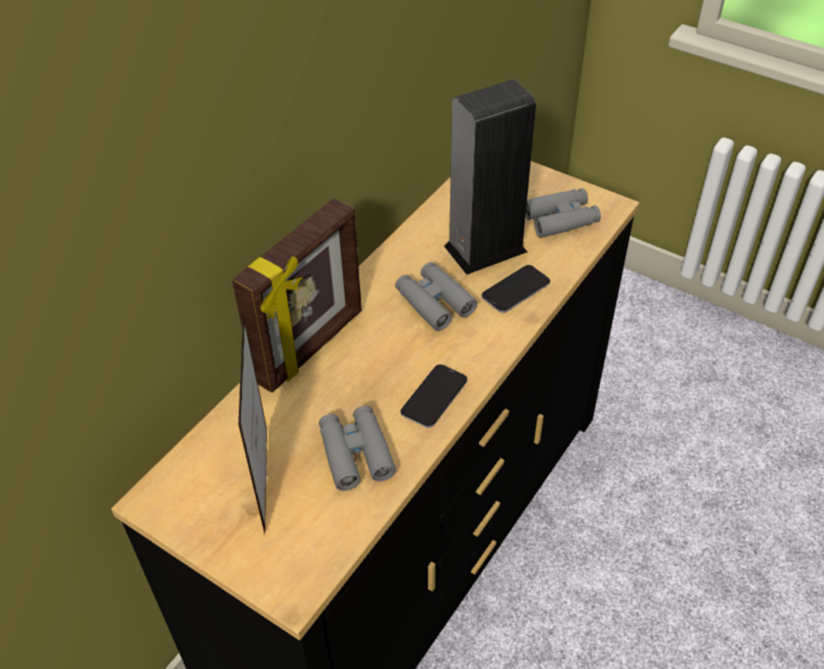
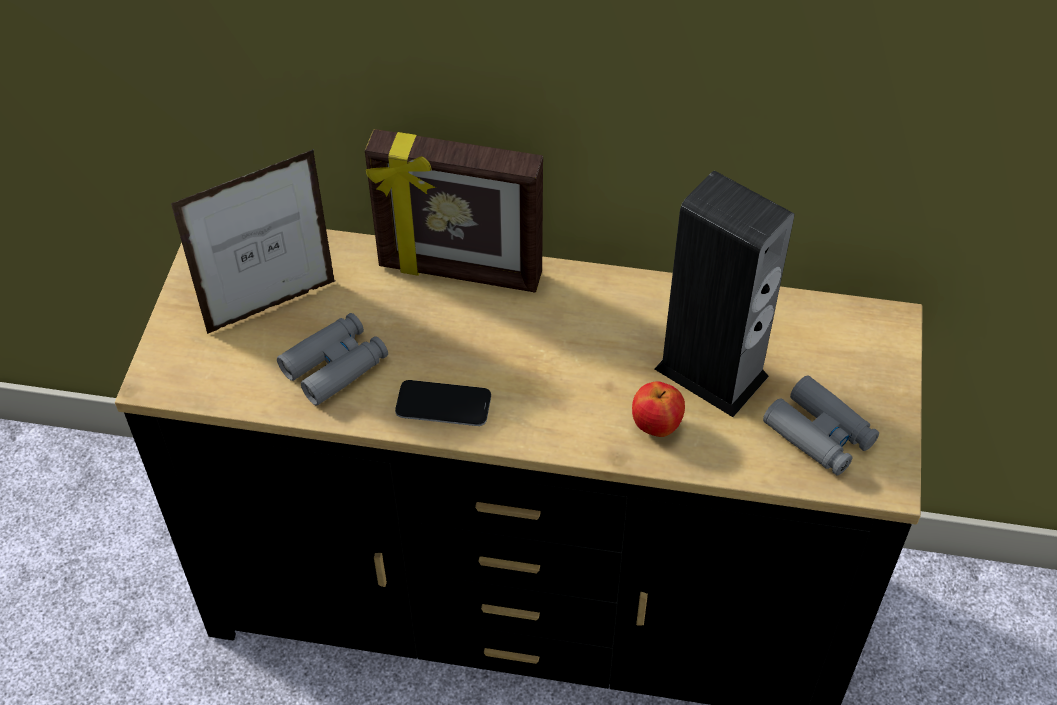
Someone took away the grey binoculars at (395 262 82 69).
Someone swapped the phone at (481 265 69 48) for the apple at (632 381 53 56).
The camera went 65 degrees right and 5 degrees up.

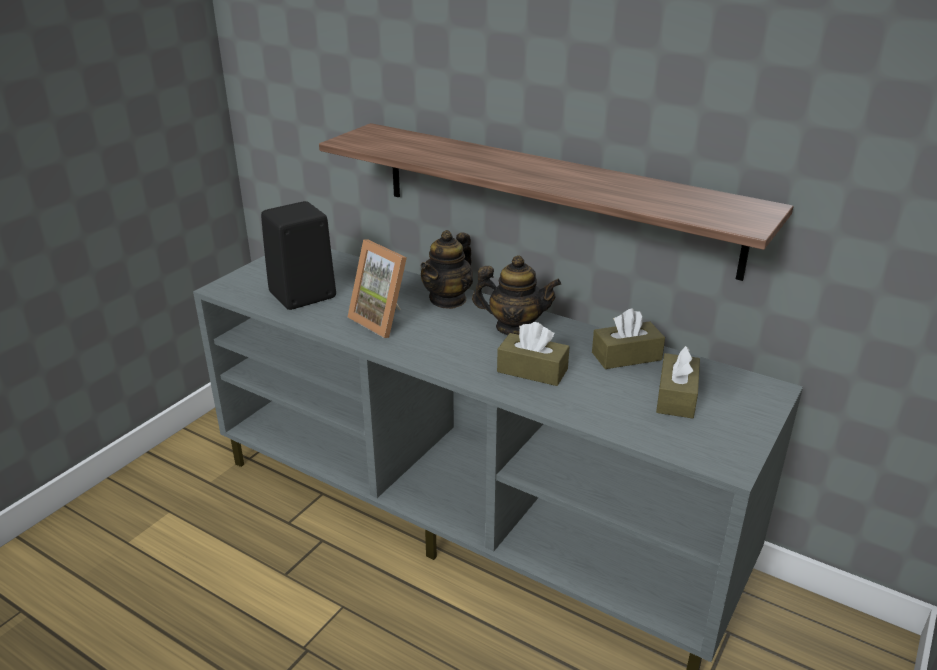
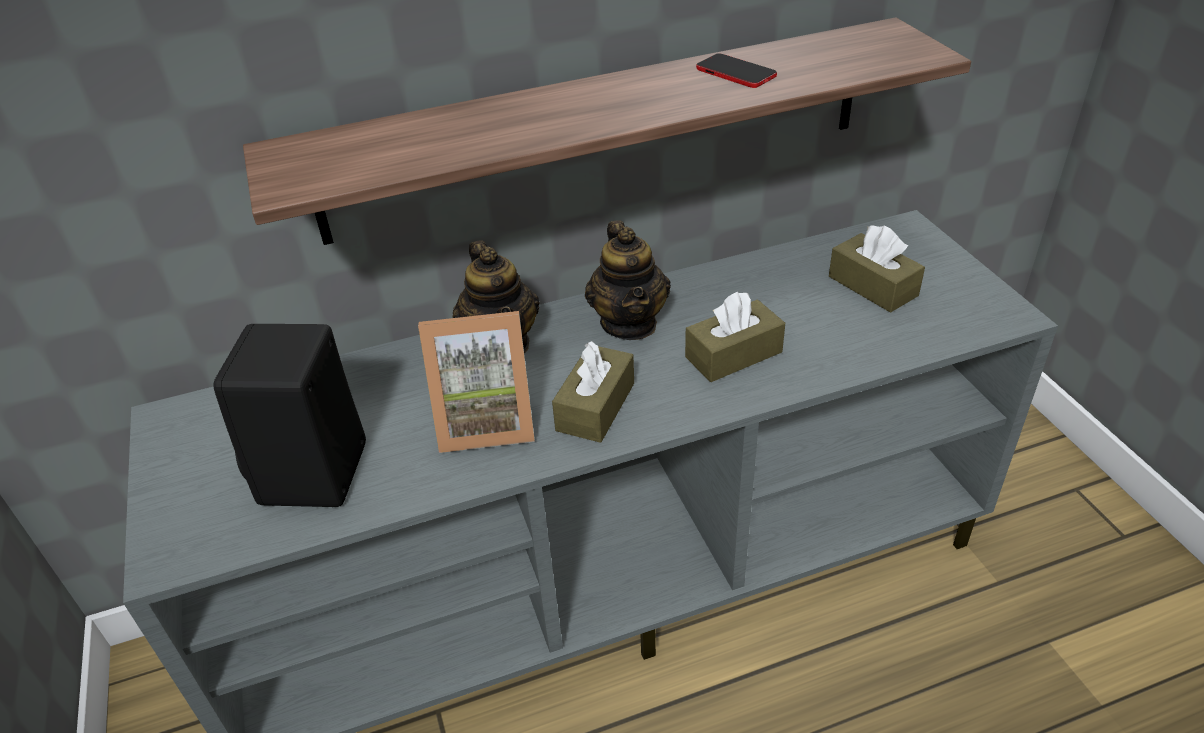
Someone put down the phone at (696 53 81 35).
Someone carried the brown tissue box from (592 308 73 61) to (552 341 82 102).
Someone rotated the teapot at (472 255 89 80) by 120 degrees clockwise.
The camera went 50 degrees left and 10 degrees up.

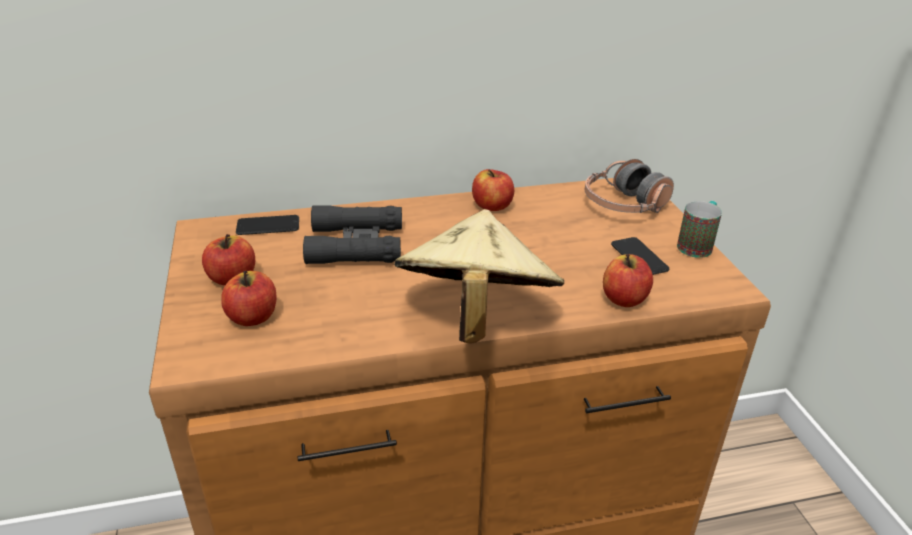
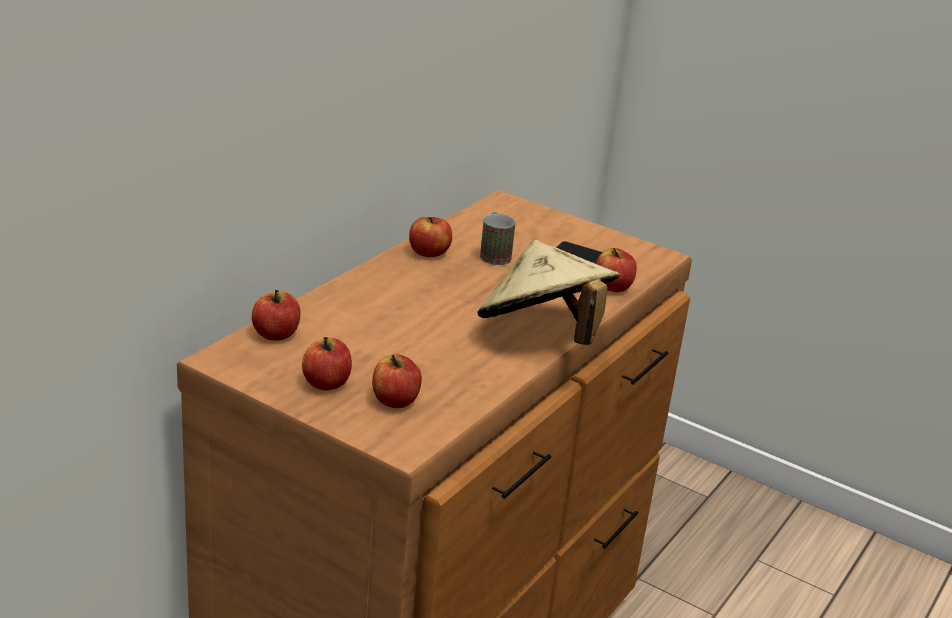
Someone took away the black binoculars at (303 205 99 59).
Someone took away the headphones at (585 159 89 54).
Someone carried the mug from (677 201 45 57) to (480 212 35 53).
Someone swapped the phone at (236 215 63 20) for the apple at (252 290 48 50).
The camera went 45 degrees left and 5 degrees down.

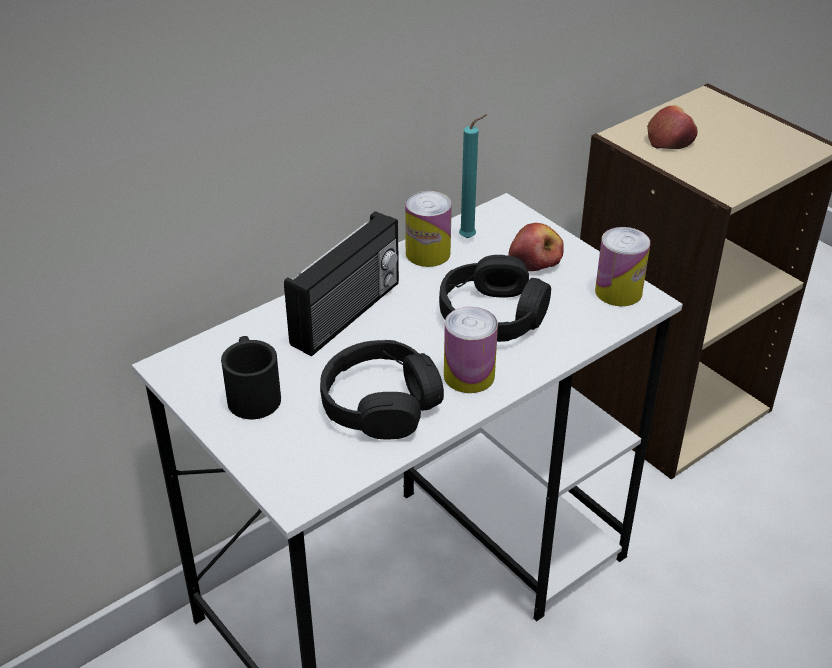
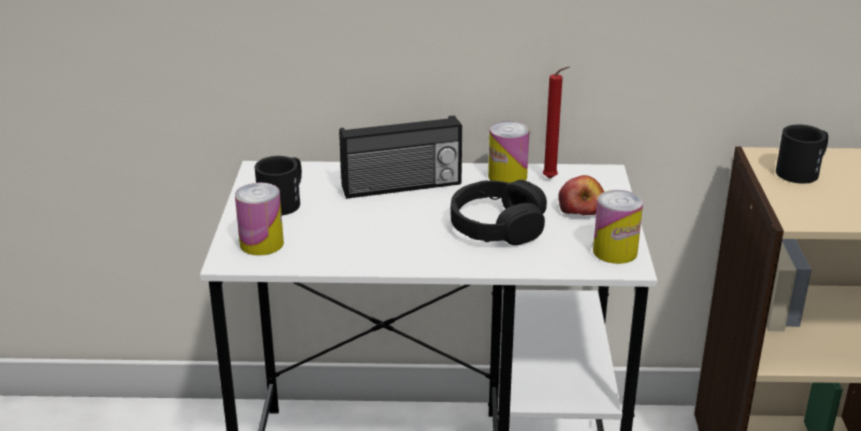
Someone took away the black headphones at (320 340 124 99).
Someone carried the can from (444 307 54 86) to (235 182 49 74).
Someone swapped the apple at (647 105 51 44) for the black mug at (776 124 52 60).
Someone repainted the turquoise candle at (459 114 27 124), which became the red candle at (543 66 26 113).
The camera went 40 degrees right and 10 degrees down.

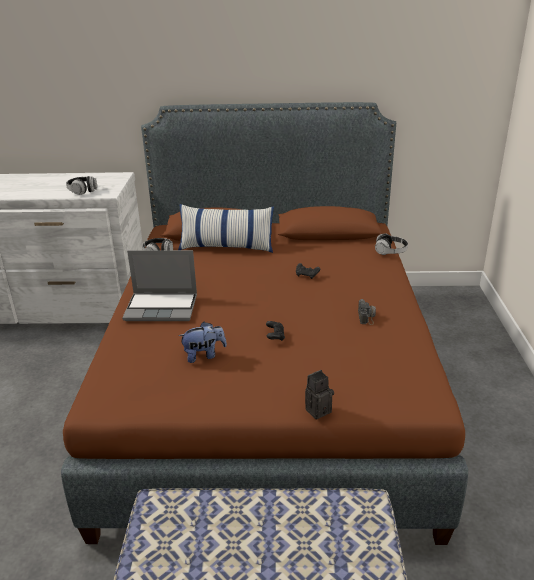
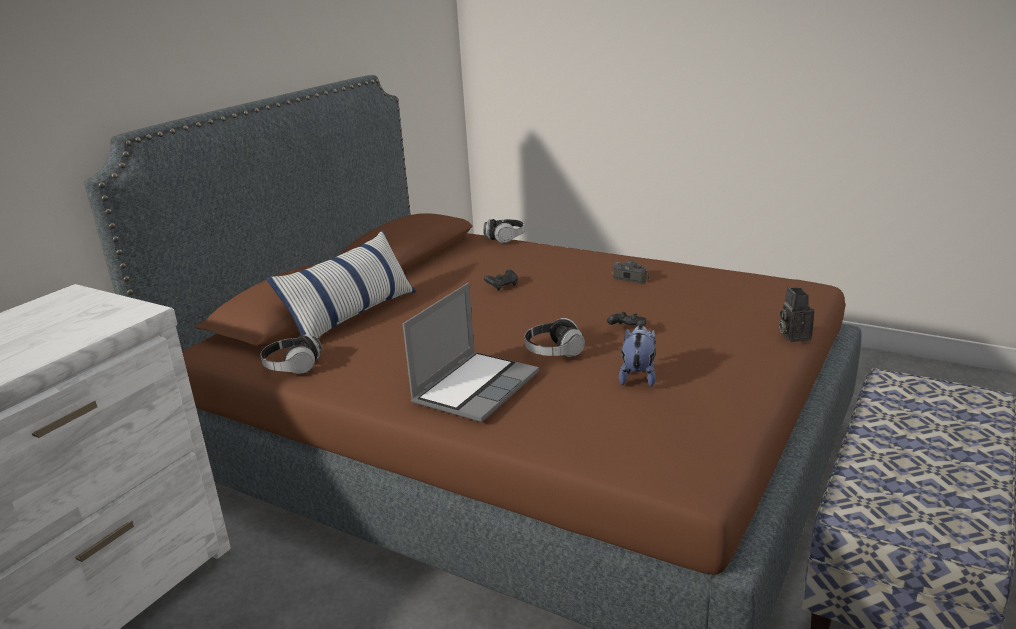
Someone carried the headphones from (66 176 31 19) to (525 318 60 39).
The camera went 60 degrees left and 5 degrees down.

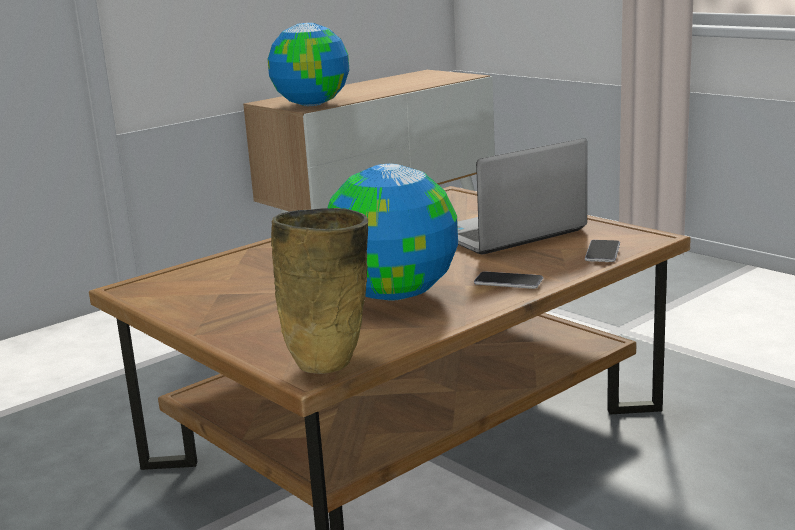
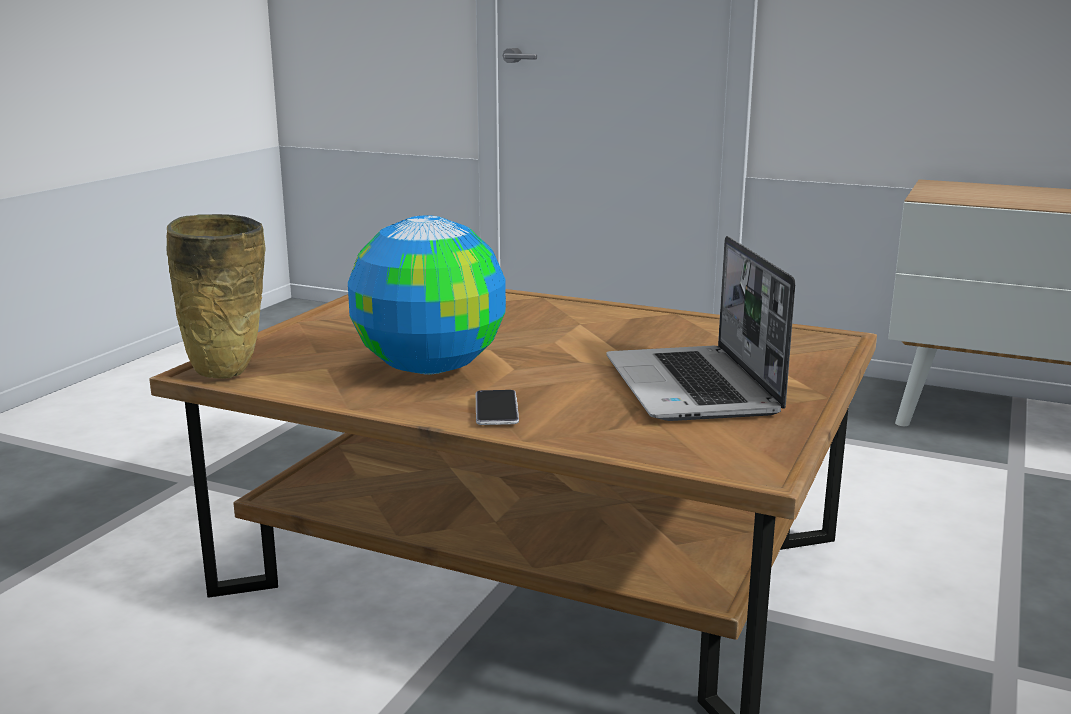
Someone took away the globe at (267 23 82 83).
Someone took away the phone at (585 240 35 22).
Someone rotated the laptop at (457 138 130 116) by 135 degrees counterclockwise.
The camera went 65 degrees right and 0 degrees up.

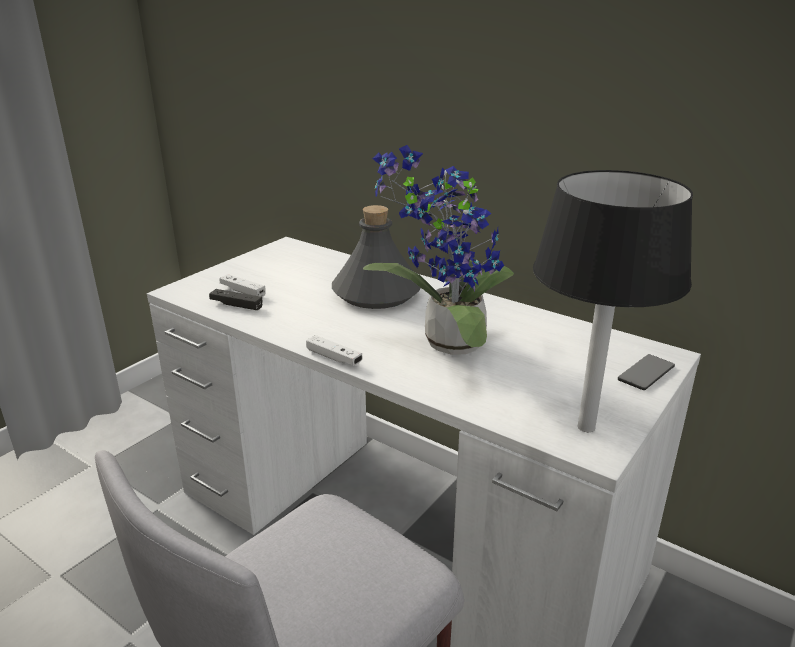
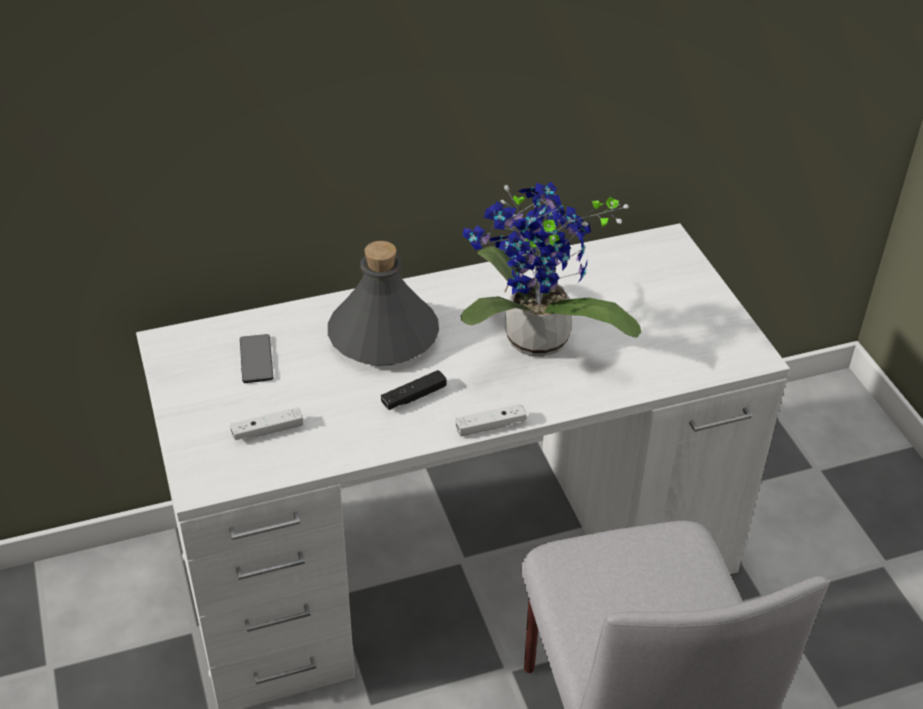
Someone took away the black table lamp at (533 170 160 262).
Someone carried the black game controller from (209 289 54 21) to (381 370 66 40).
Someone carried the phone from (618 354 57 36) to (240 334 33 49).
The camera went 55 degrees left and 15 degrees up.

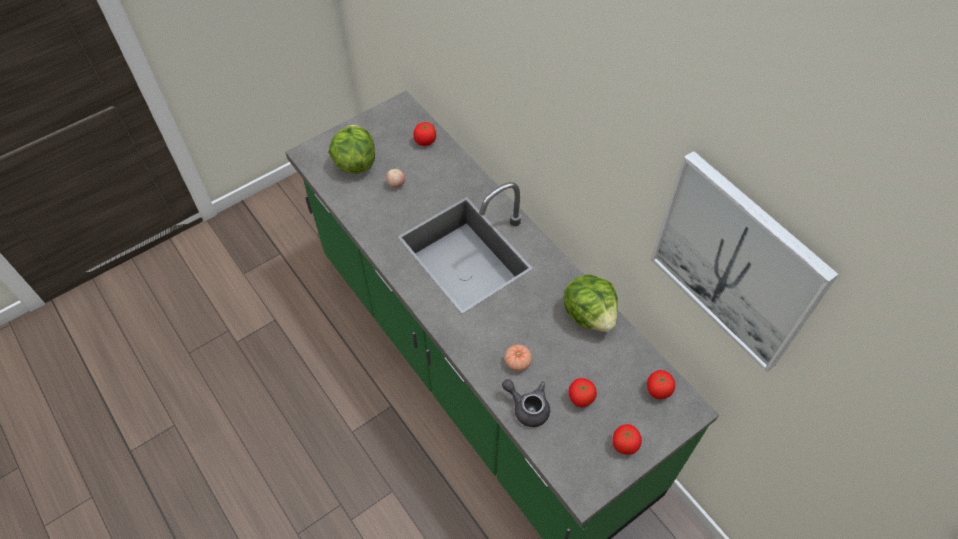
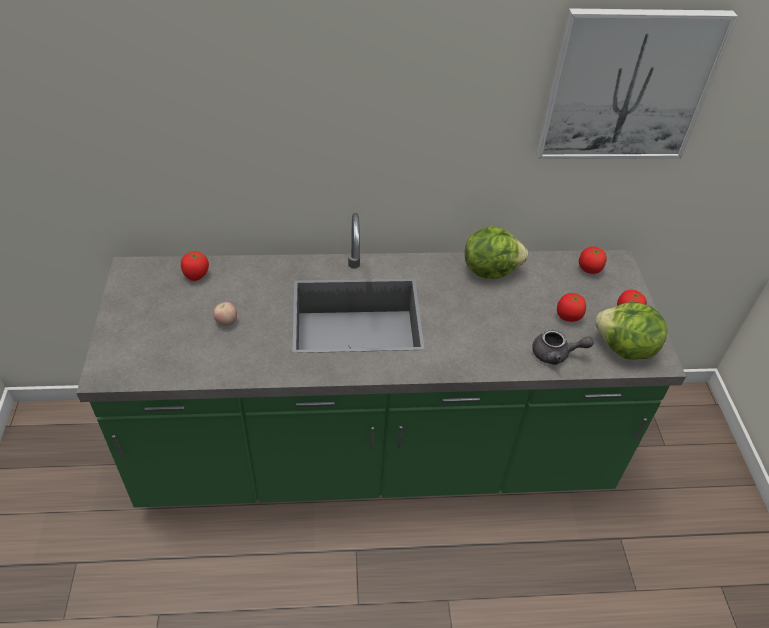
Someone took away the tomato at (505 344 27 27).
Someone carried the lettuce from (329 125 46 49) to (595 302 72 58).
Someone rotated the grey teapot at (502 379 48 48) by 150 degrees counterclockwise.
The camera went 60 degrees left and 10 degrees down.

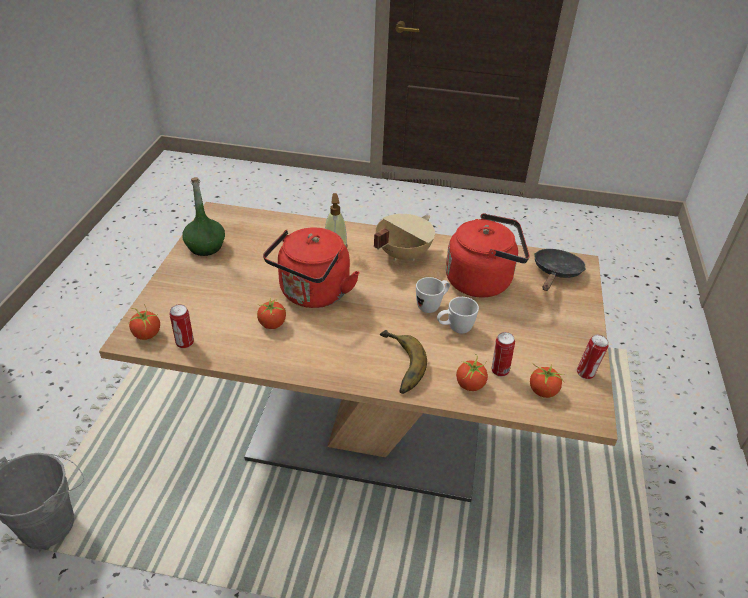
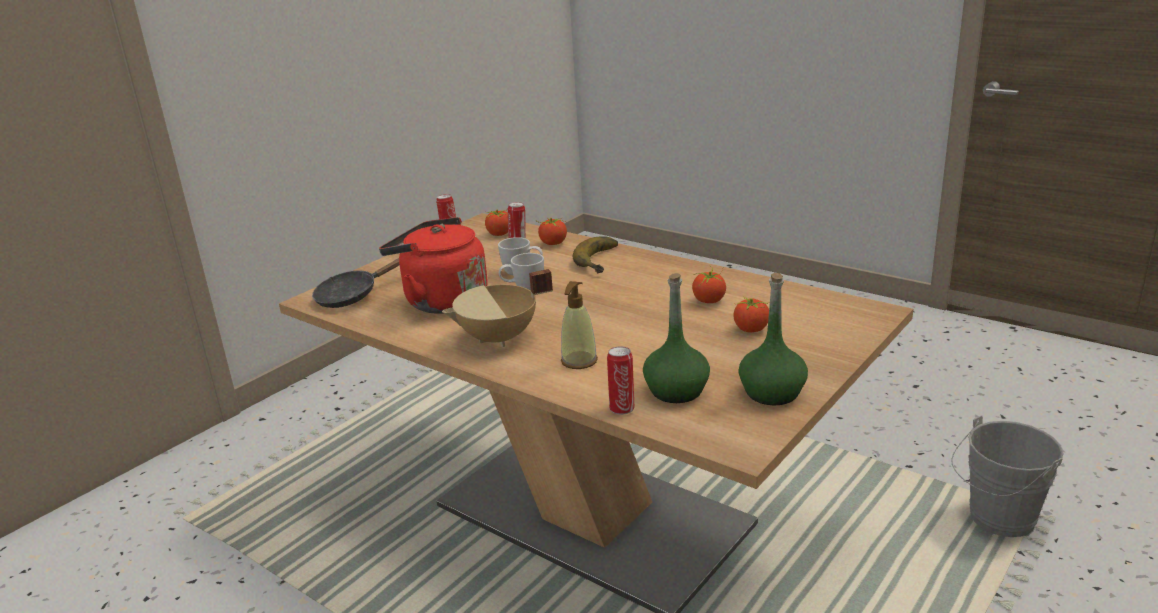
Someone took away the red kettle at (263 228 97 80).
Someone put down the green bottle at (643 273 67 130).
Someone carried the tomato from (129 303 31 37) to (733 296 36 37).
Someone carried the can from (170 304 24 44) to (607 346 27 69).
The camera went 150 degrees left and 15 degrees down.

